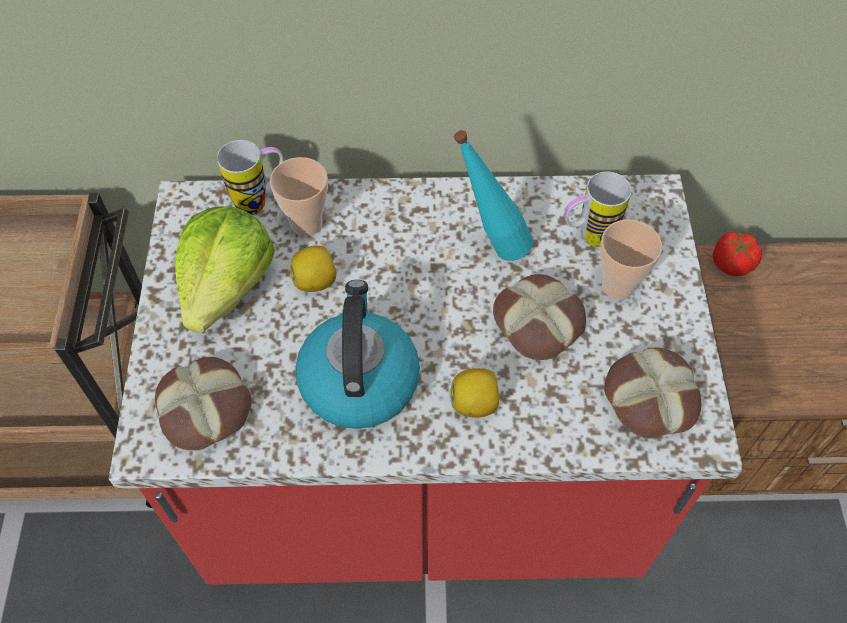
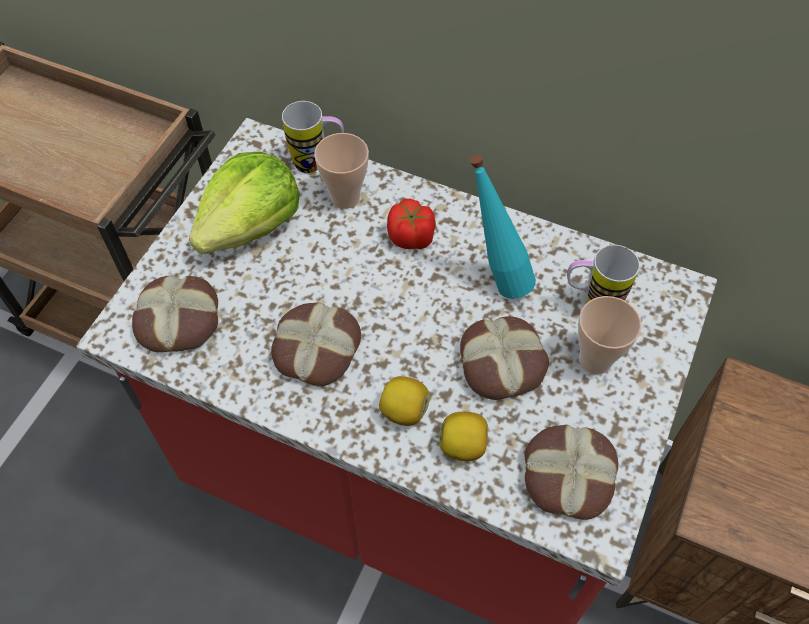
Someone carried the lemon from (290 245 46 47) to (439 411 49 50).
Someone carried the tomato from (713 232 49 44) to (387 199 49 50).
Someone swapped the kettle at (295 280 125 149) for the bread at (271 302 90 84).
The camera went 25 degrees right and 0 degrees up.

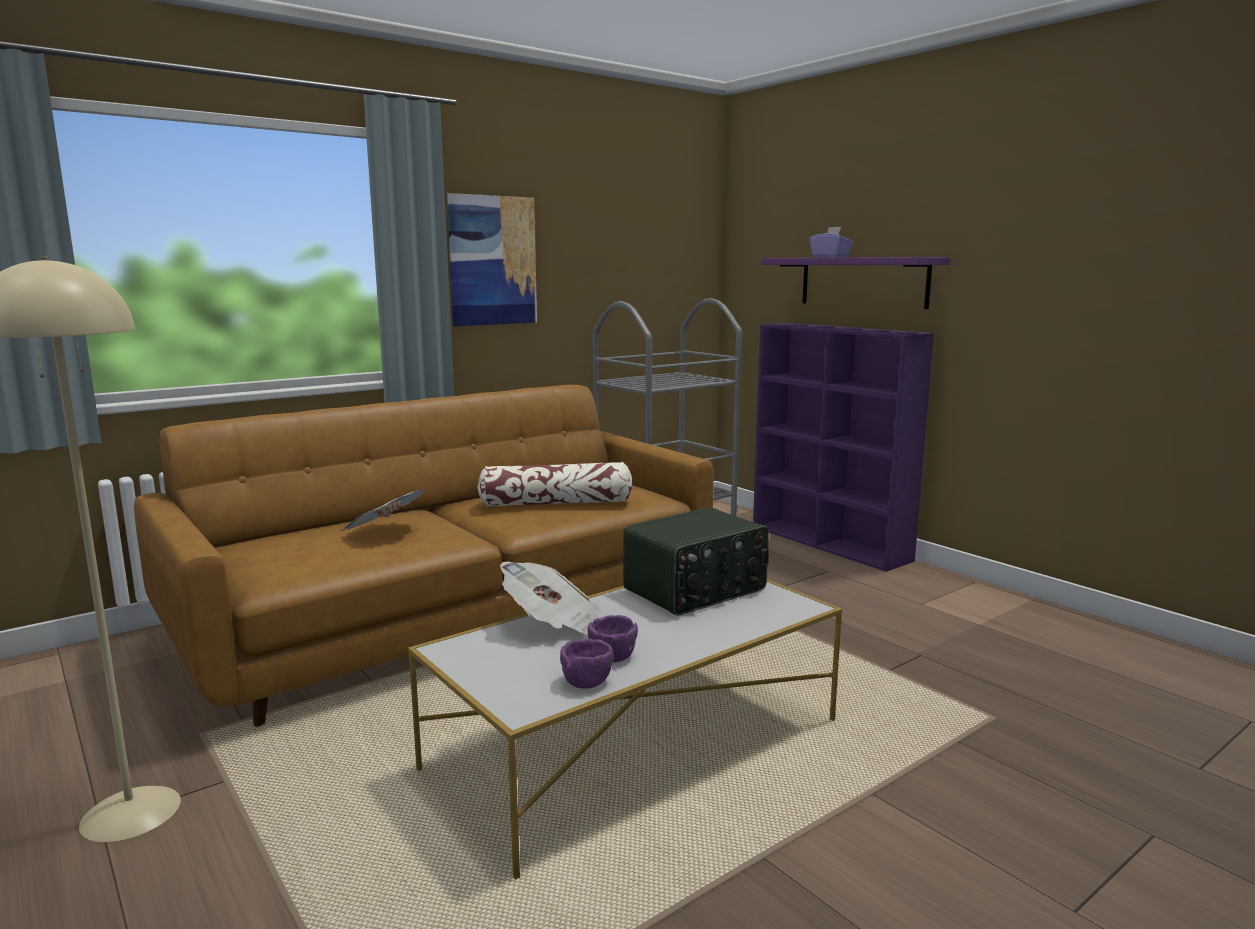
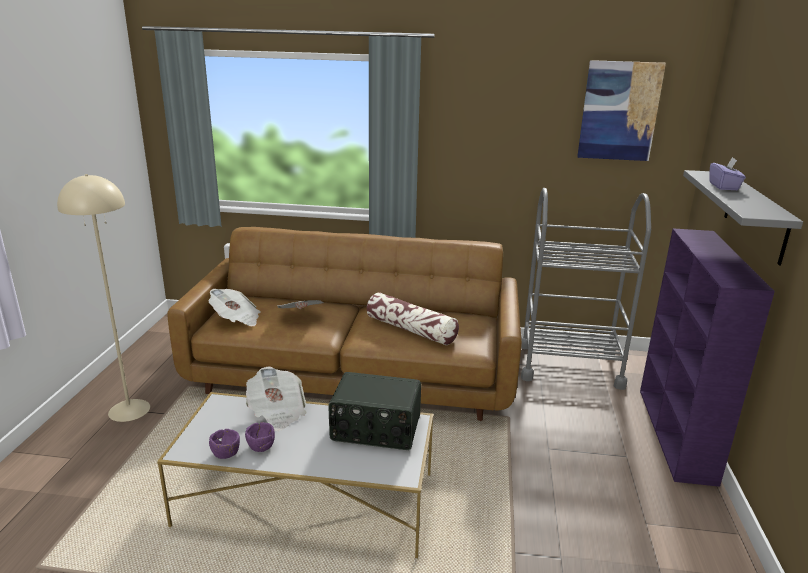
Someone put down the newspaper at (209 289 51 37).
Someone carried the picture from (447 193 90 133) to (577 60 89 101).
Someone repainted the purple shelf at (761 257 189 52), which became the grey shelf at (683 170 120 95).
The camera went 45 degrees right and 10 degrees up.

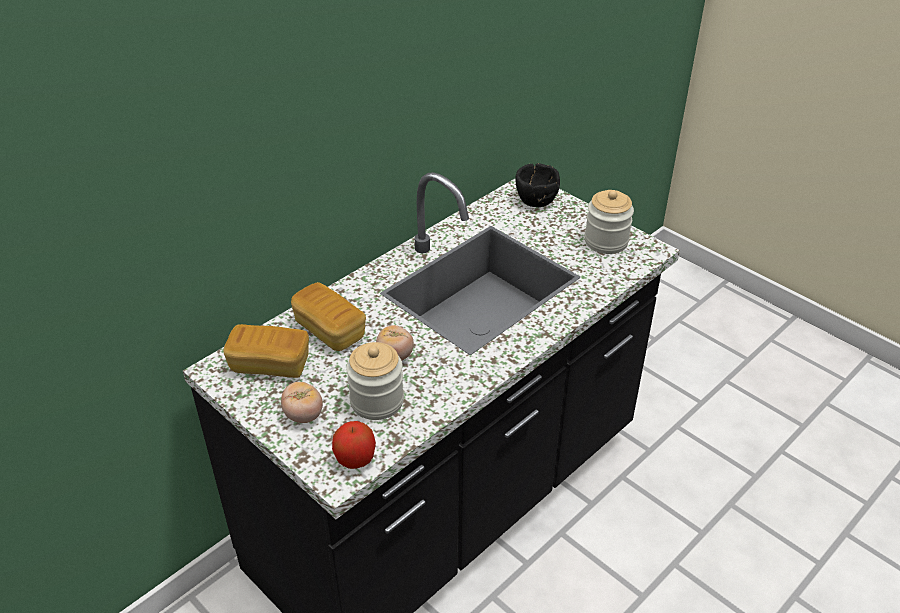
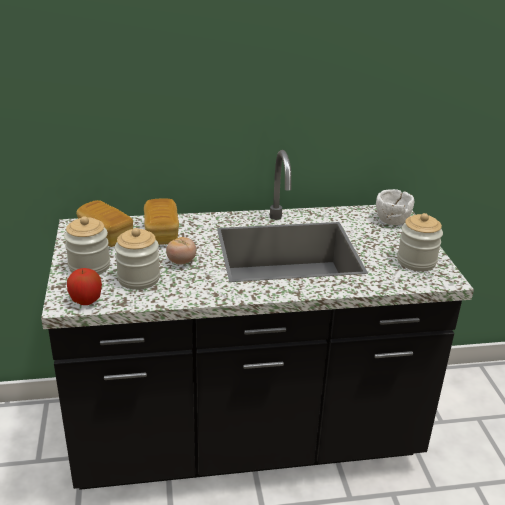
Someone swapped the tomato at (281 382 42 41) for the jar at (64 216 46 58).
Someone repainted the black bowl at (515 163 45 44), which became the white bowl at (376 189 38 36).
The camera went 35 degrees right and 10 degrees down.

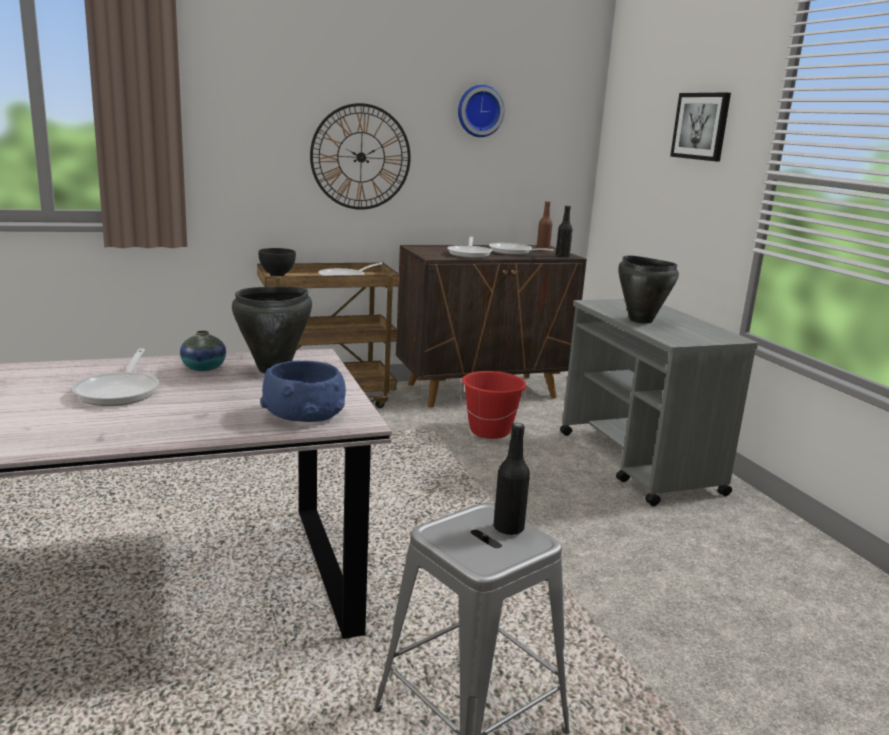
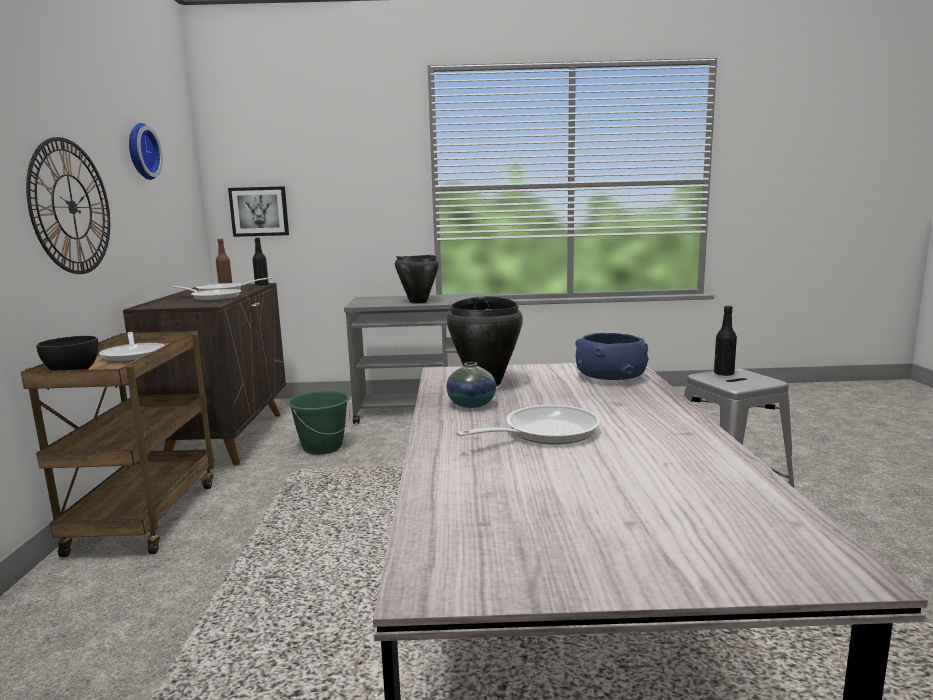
Someone carried the picture from (670 92 61 70) to (228 186 61 51).
Someone repainted the red bucket at (460 371 67 68), which became the green bucket at (287 391 63 64).
Someone rotated the frying pan at (71 348 88 58) by 45 degrees counterclockwise.
The camera went 70 degrees left and 5 degrees down.

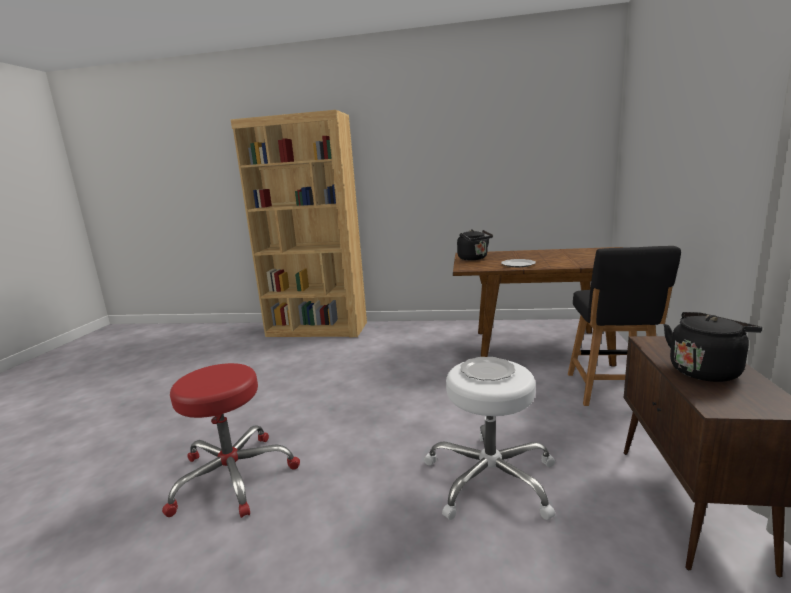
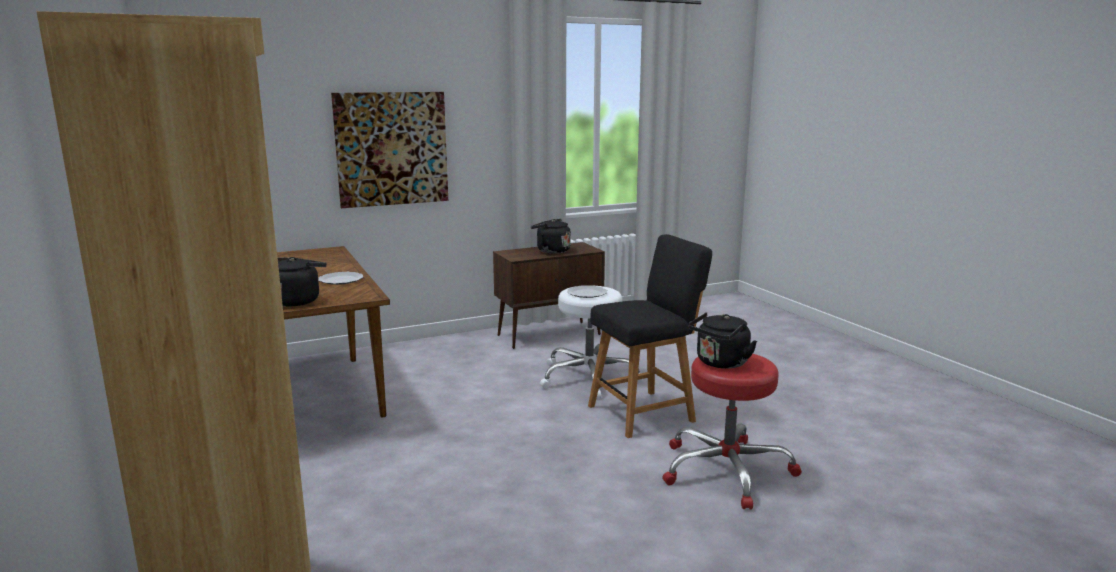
Someone put up the picture at (331 92 117 116).
Someone put down the black kettle at (689 312 68 57).
Someone carried the black chair from (568 246 113 160) to (588 234 124 204).
The camera went 125 degrees left and 0 degrees up.

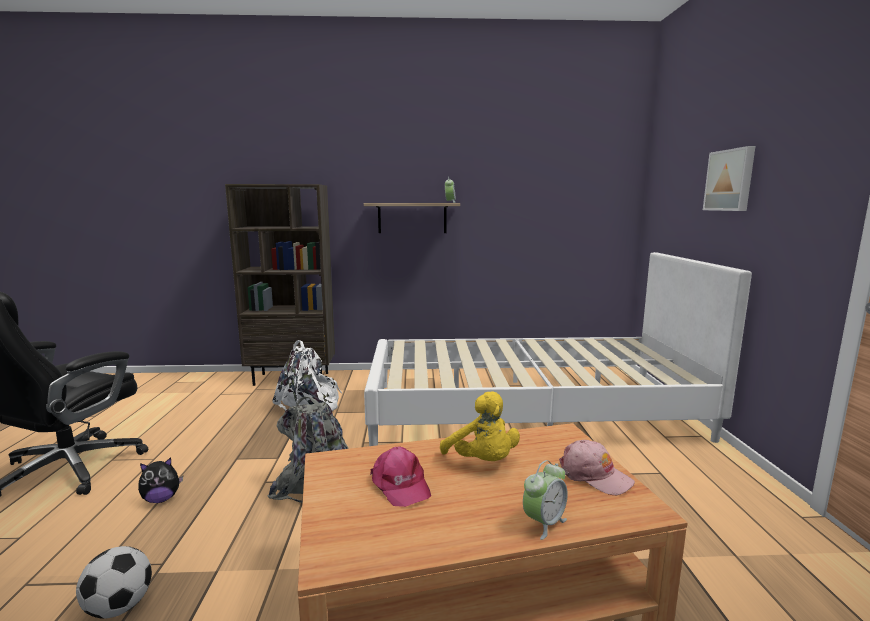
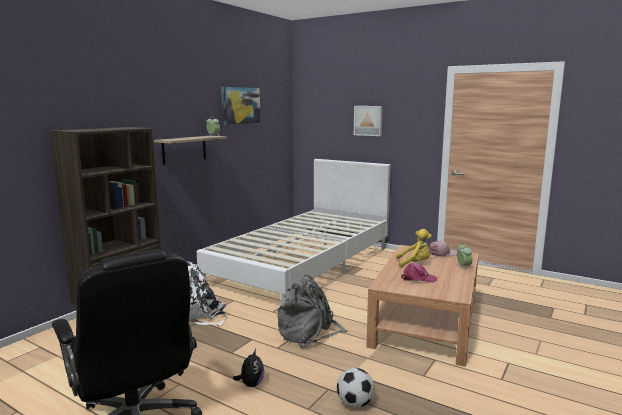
Someone put up the picture at (221 86 39 39).
The camera went 55 degrees left and 0 degrees up.

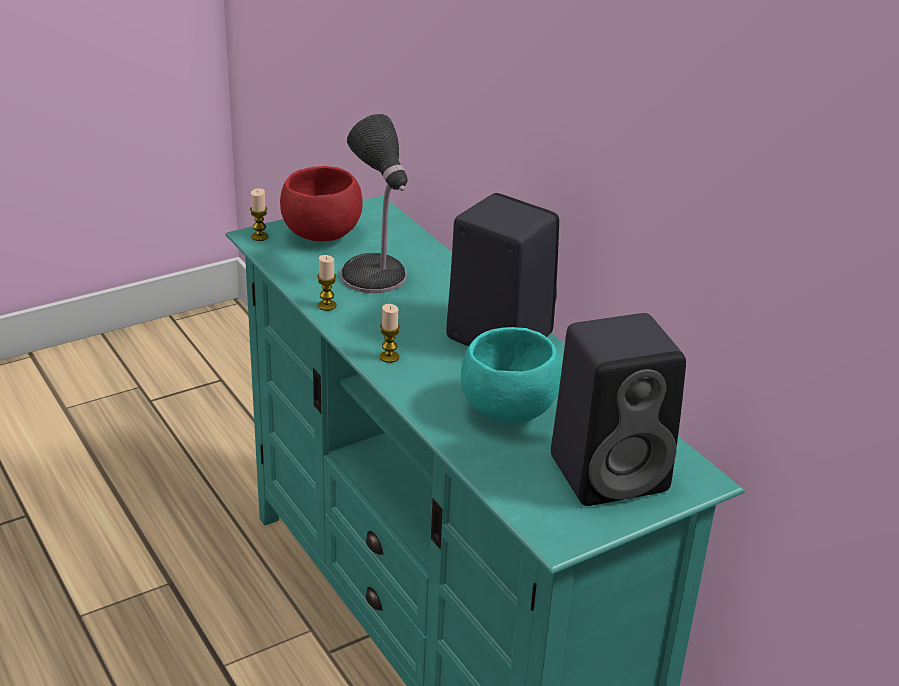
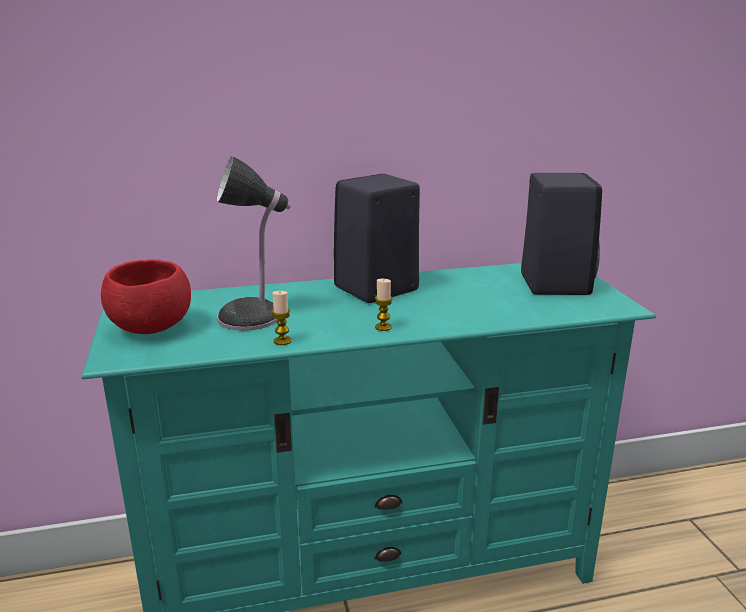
Someone took away the candle at (250 188 18 53).
Someone took away the turquoise bowl at (461 327 101 96).
The camera went 70 degrees left and 10 degrees down.

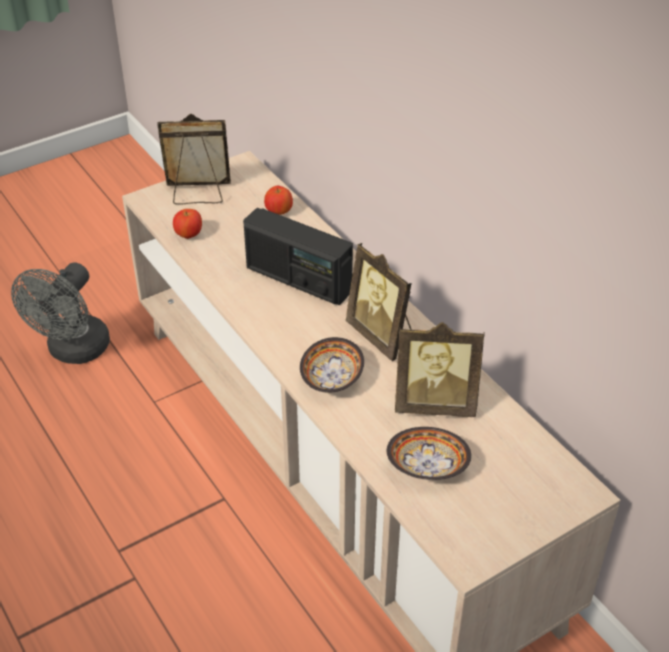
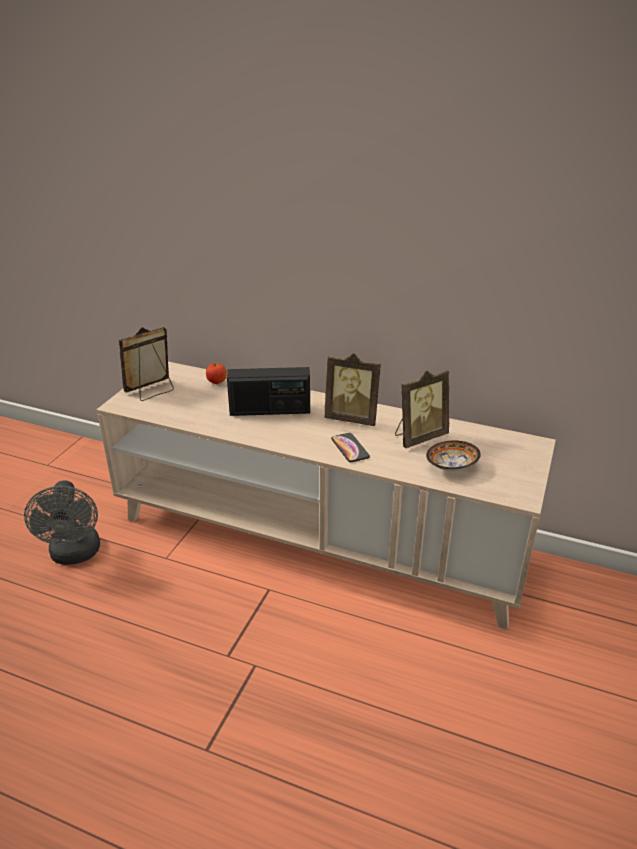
Someone took away the apple at (173 209 29 30).
Someone swapped the bowl at (300 337 64 56) for the phone at (331 433 39 29).
The camera went 35 degrees left and 10 degrees down.

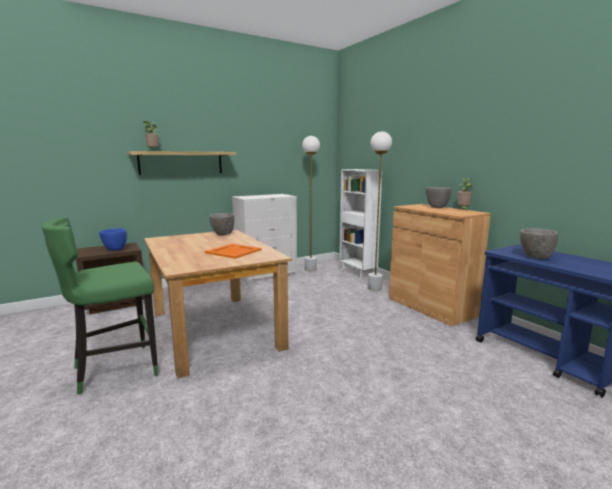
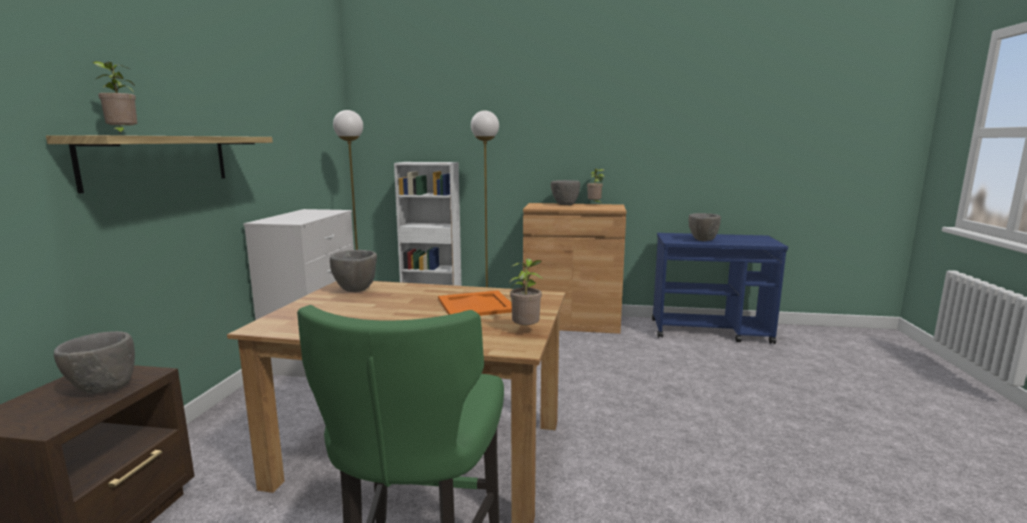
Someone put down the potted plant at (509 258 34 67).
Someone repainted the blue bowl at (99 228 28 23), which became the grey bowl at (54 331 81 63).
The camera went 50 degrees left and 0 degrees up.

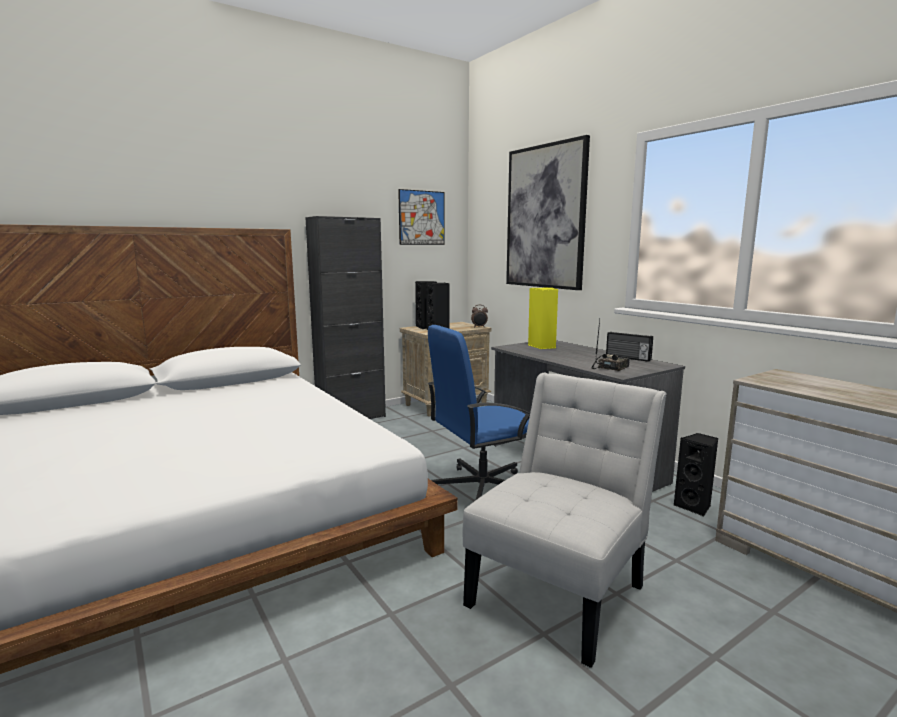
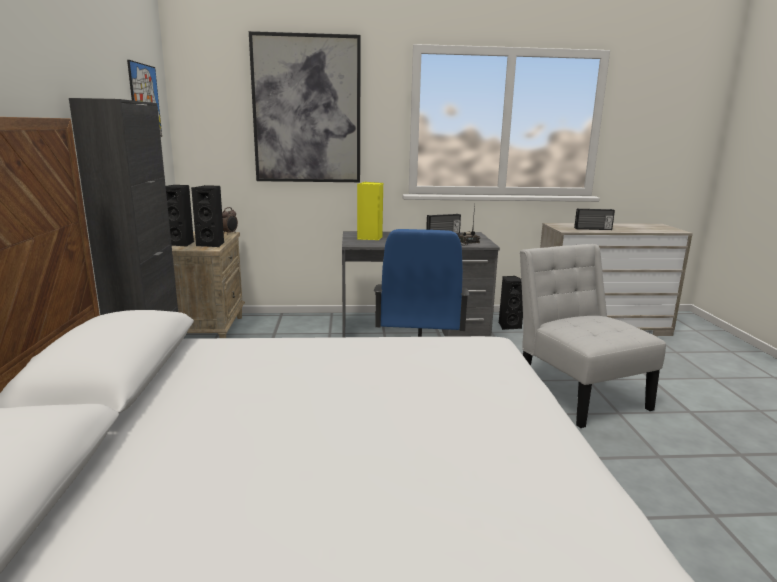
Someone put down the radio at (574 208 41 22).
The camera went 60 degrees left and 5 degrees up.

